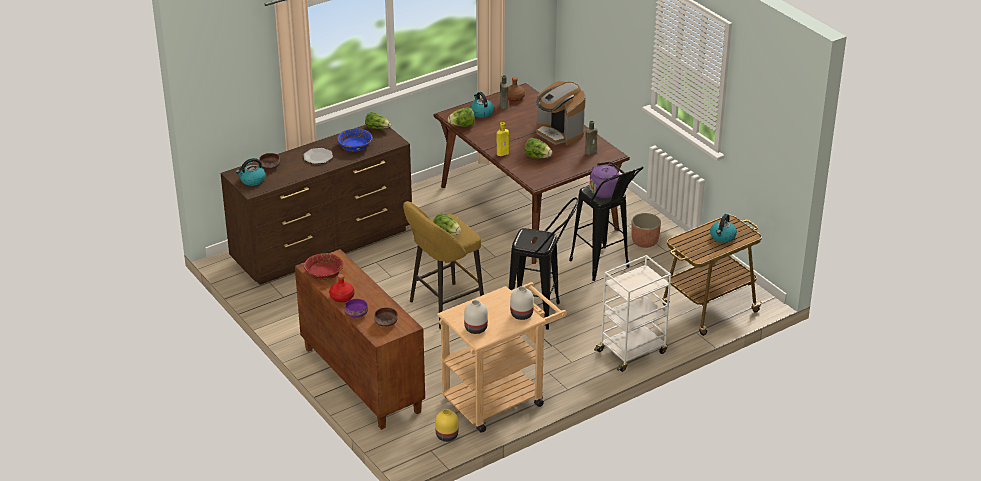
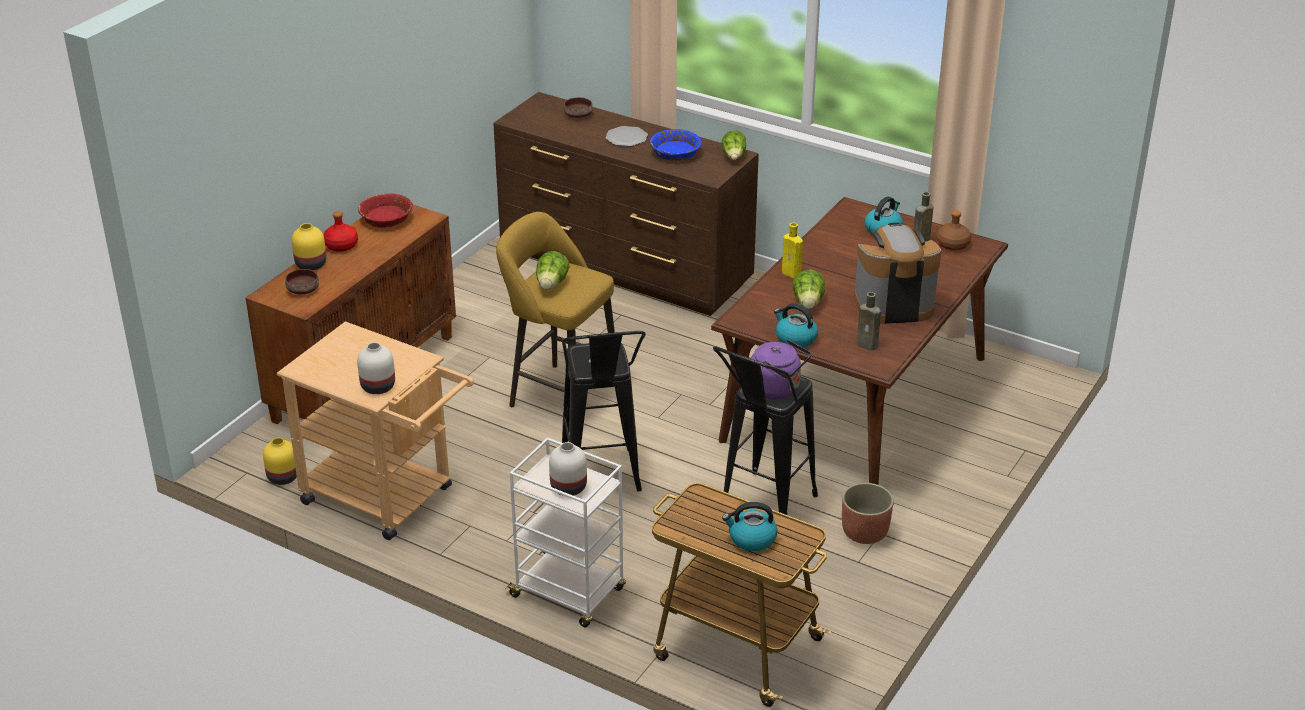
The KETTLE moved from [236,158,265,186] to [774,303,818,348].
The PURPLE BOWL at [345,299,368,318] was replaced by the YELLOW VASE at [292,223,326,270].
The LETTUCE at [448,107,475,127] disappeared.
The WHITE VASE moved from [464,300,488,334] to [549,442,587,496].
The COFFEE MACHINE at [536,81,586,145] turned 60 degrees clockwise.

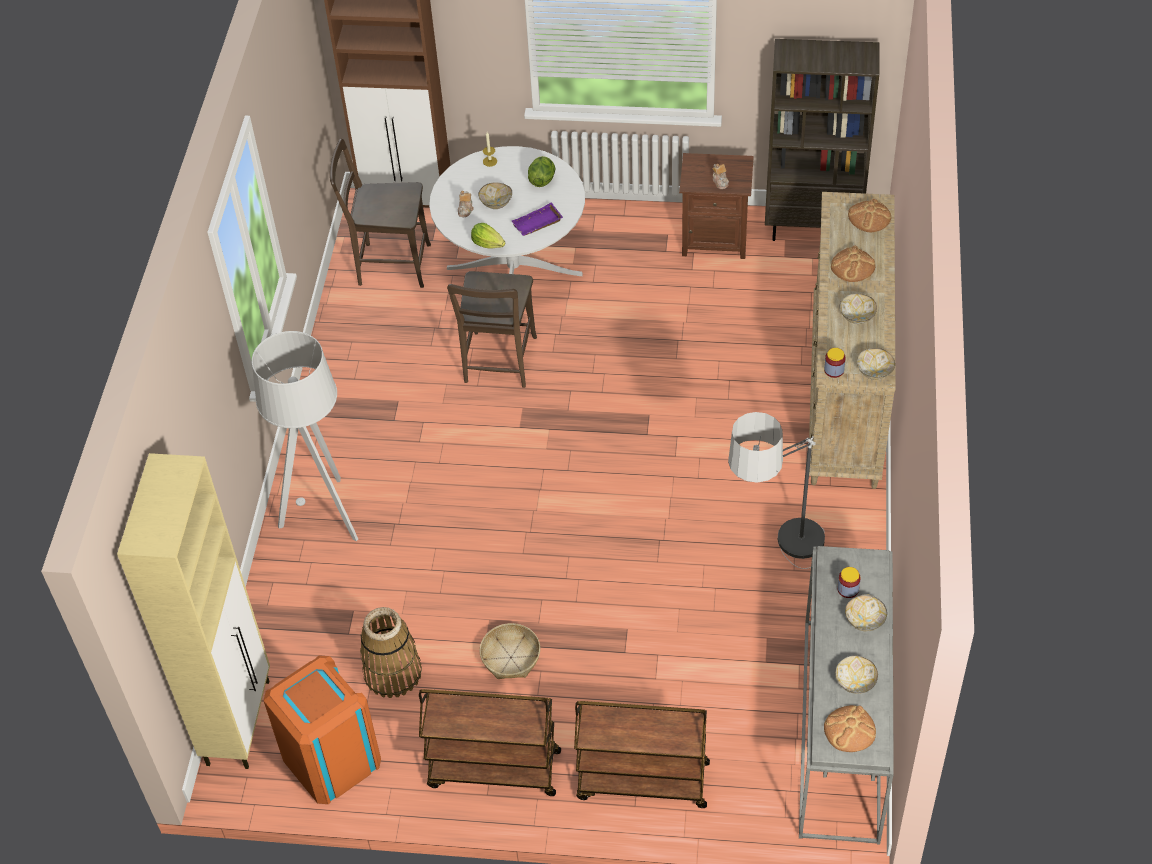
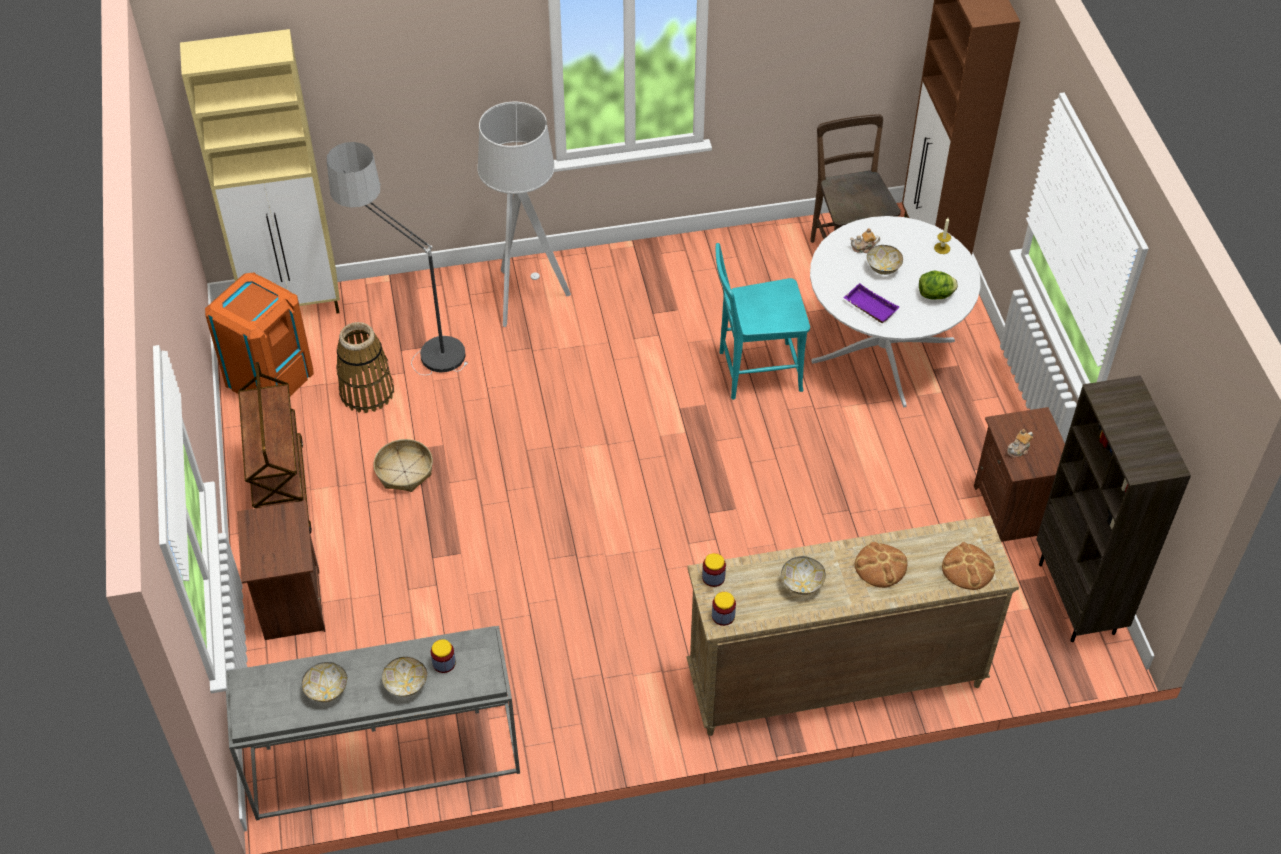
The BROWN CHAIR at [447,271,537,388] became the TURQUOISE CHAIR at [716,243,810,400].
The LETTUCE at [471,223,505,248] disappeared.
The BROWN CART at [574,701,710,808] was replaced by the BROWN NIGHTSTAND at [237,500,325,640].
The FLOOR LAMP moved from [728,412,825,569] to [327,142,468,375].
The BREAD at [824,705,876,752] disappeared.
The BOWL at [857,348,895,380] was replaced by the JAR at [712,592,736,626].

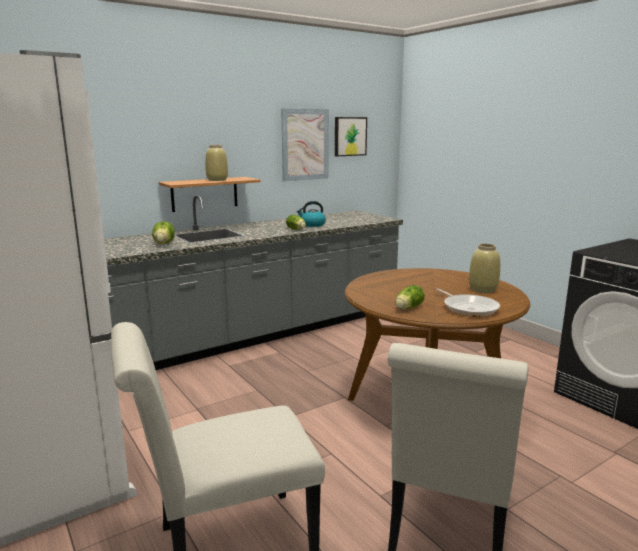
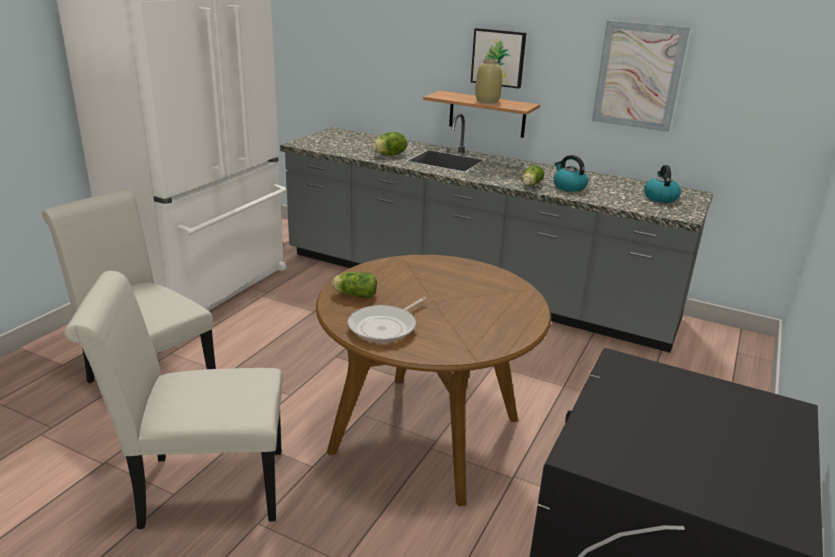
The PICTURE moved from [335,117,367,156] to [471,28,526,89].
The BEIGE VASE at [469,244,500,293] disappeared.
The KETTLE at [644,165,681,203] appeared.

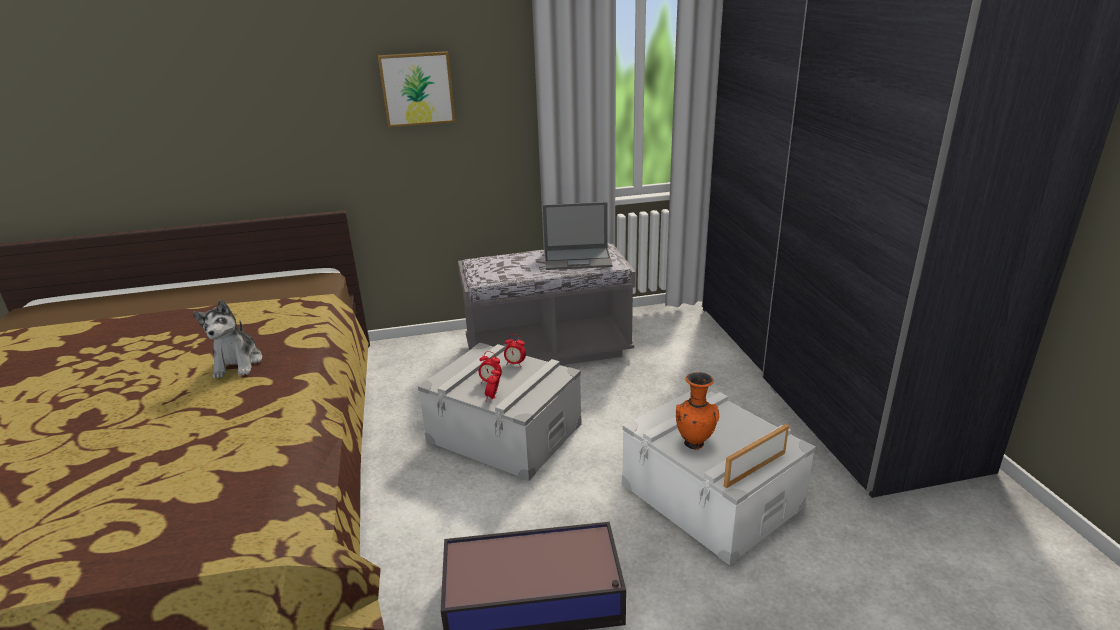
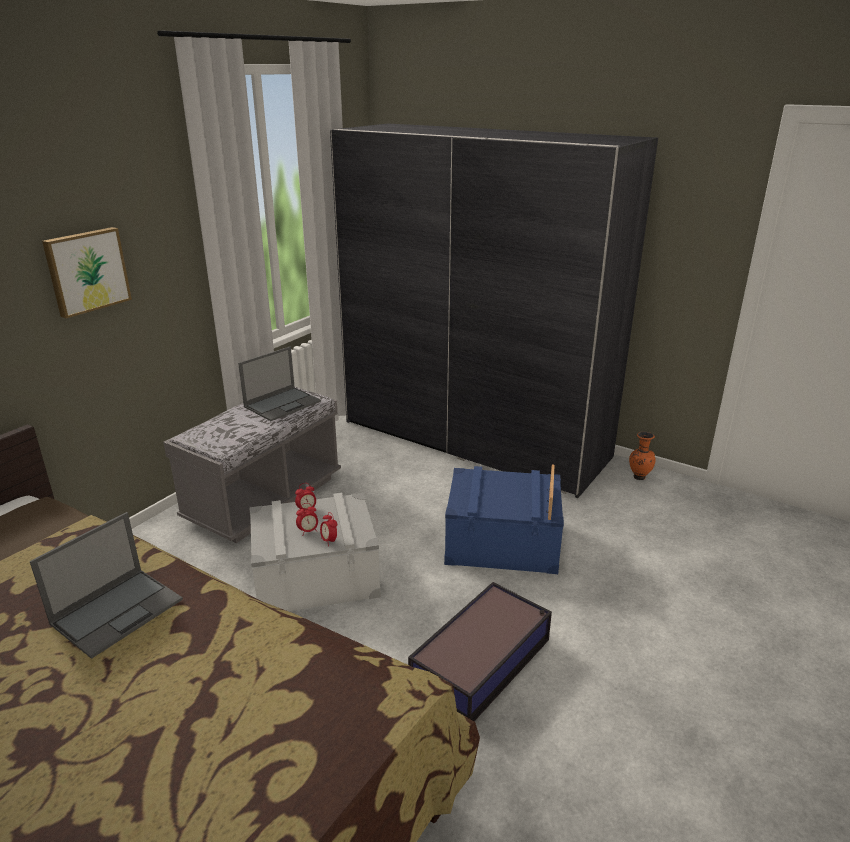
The PLUSH TOY at [193,299,262,378] was replaced by the LAPTOP at [30,512,183,659].
The WHITE STORAGE BOX at [622,390,816,566] became the BLUE STORAGE BOX at [444,466,564,574].
The ORANGE VASE moved from [676,372,719,450] to [629,432,656,480].

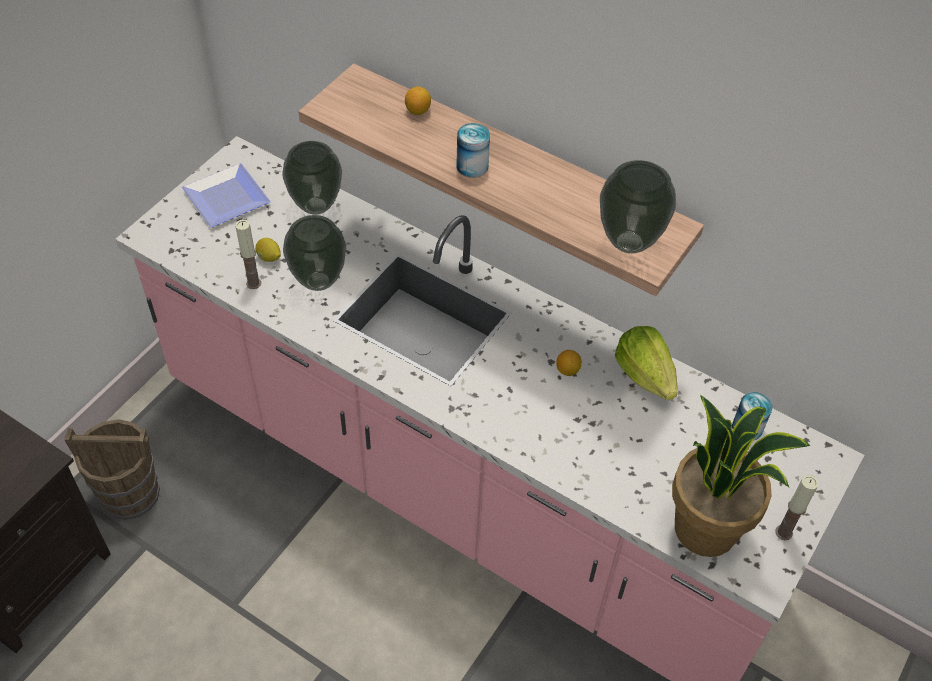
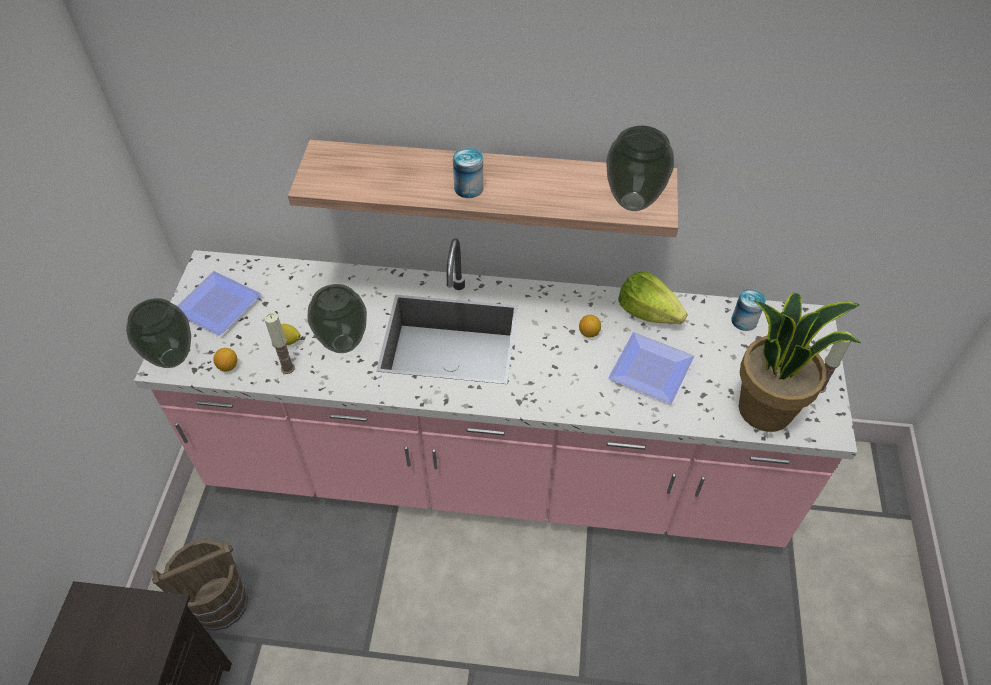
The VASE moved from [282,141,342,215] to [126,298,191,368].
The LEMON moved from [405,86,431,115] to [213,348,237,372].
The PLATE at [608,332,694,404] appeared.

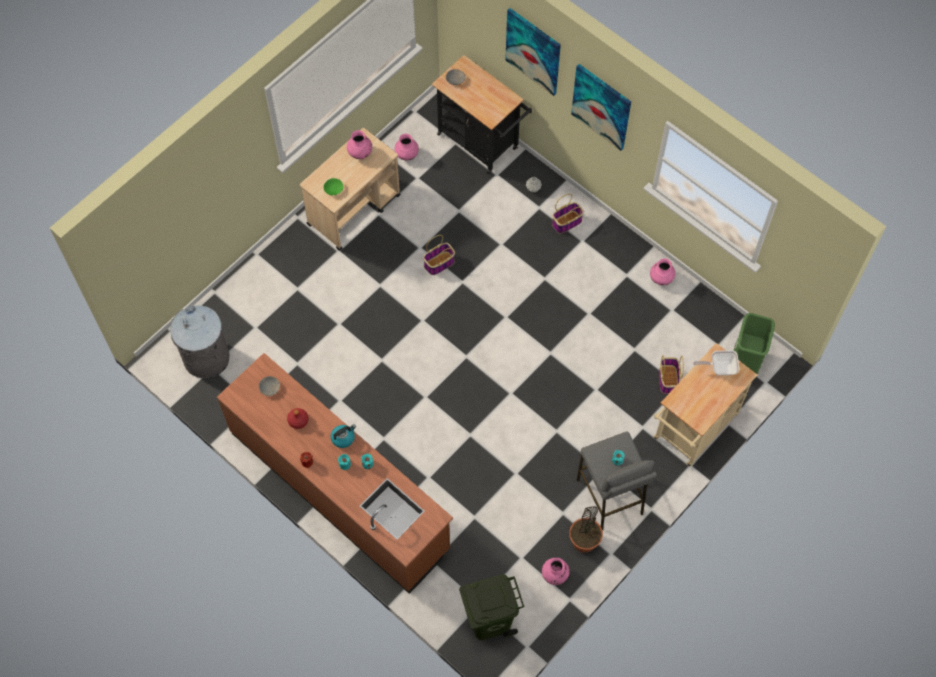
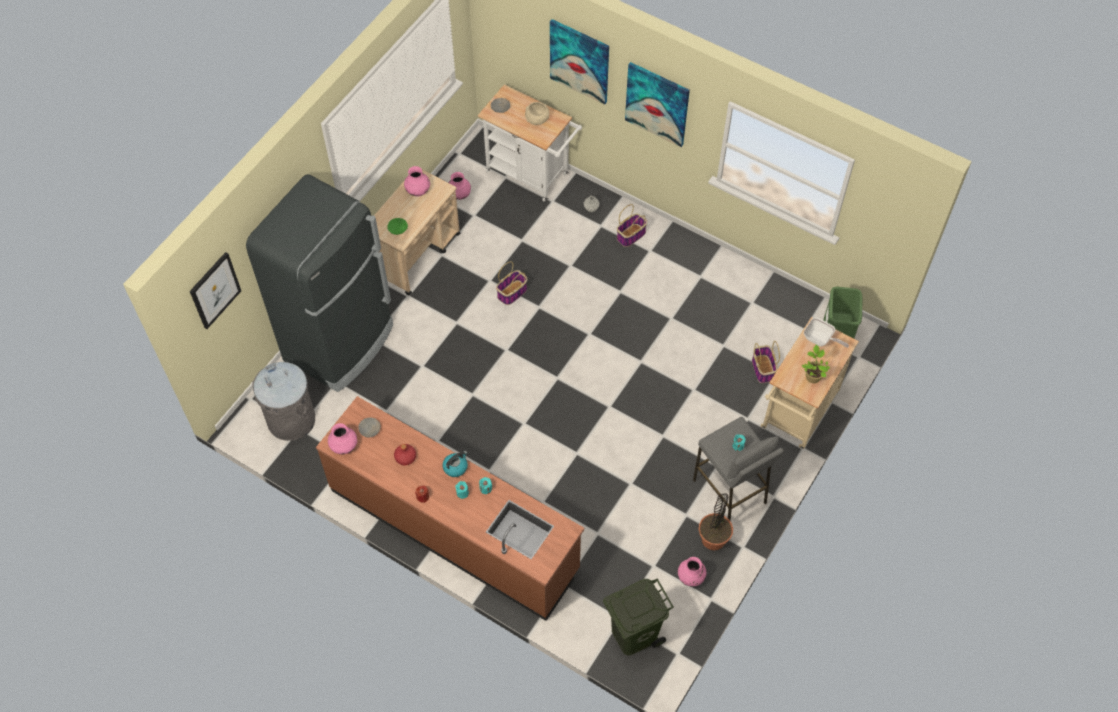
The BLACK CART at [432,55,532,174] became the WHITE CART at [478,84,582,202].
The PINK VASE moved from [650,258,675,285] to [328,423,357,454].
The FRYING PAN at [693,350,739,375] turned 135 degrees counterclockwise.
The PICTURE at [190,252,241,329] appeared.
The BLACK FRIDGE at [246,174,393,392] appeared.
The BEIGE BOWL at [525,102,549,125] appeared.
The POTTED PLANT at [801,345,830,383] appeared.

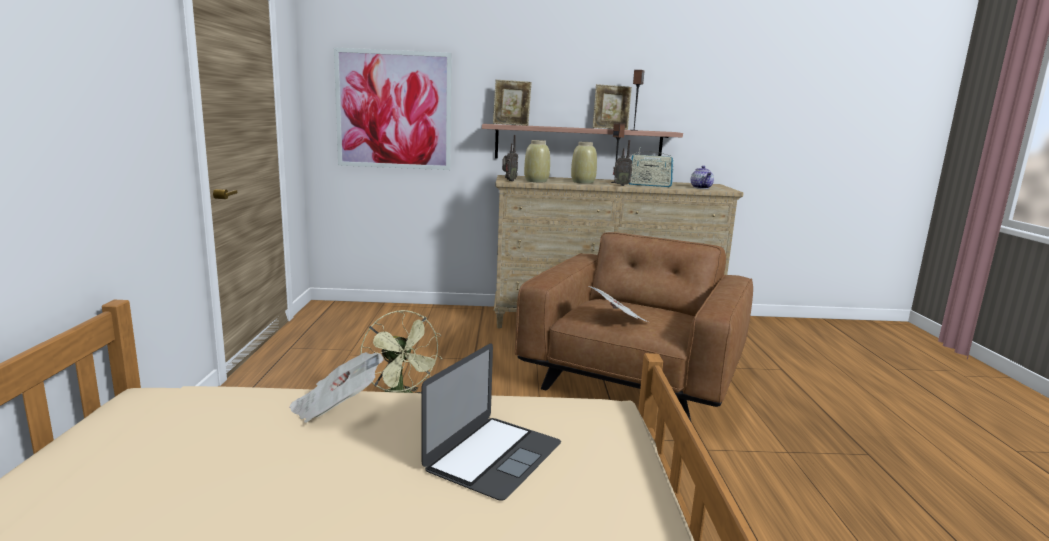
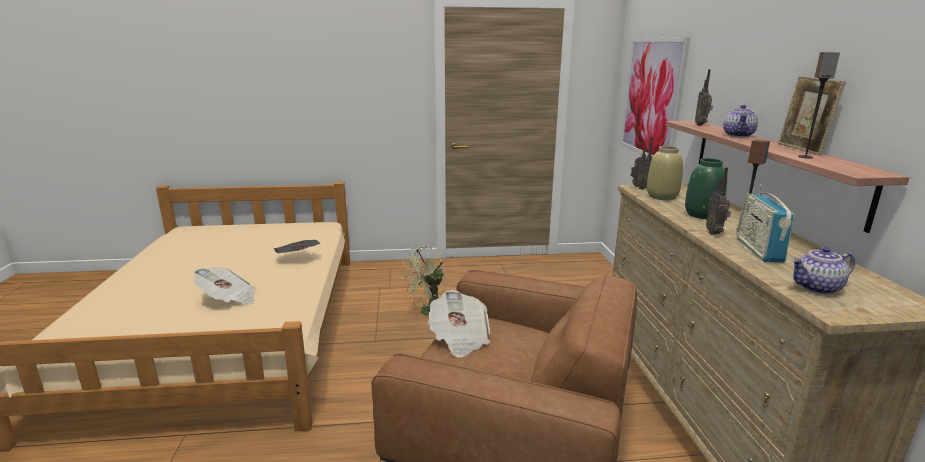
The LAPTOP at [421,343,561,501] was replaced by the NEWSPAPER at [194,267,255,304].
The PICTURE FRAME at [493,80,531,126] was replaced by the RADIO at [695,69,713,126].
The BEIGE VASE at [571,142,597,184] became the GREEN VASE at [685,158,727,219].
The TEAPOT at [723,105,758,137] appeared.

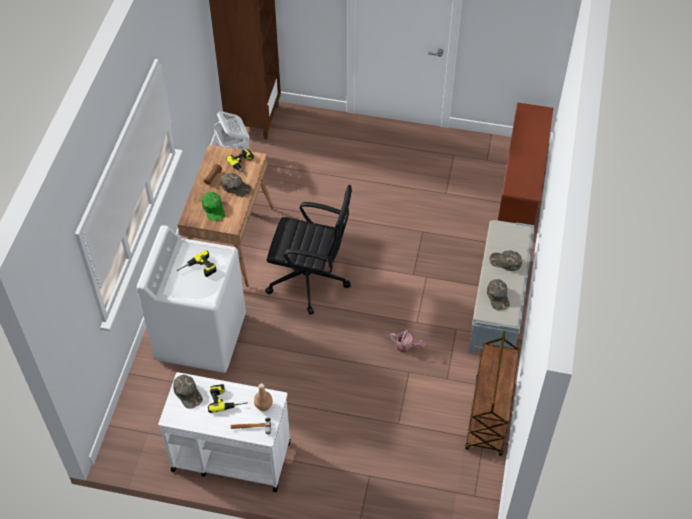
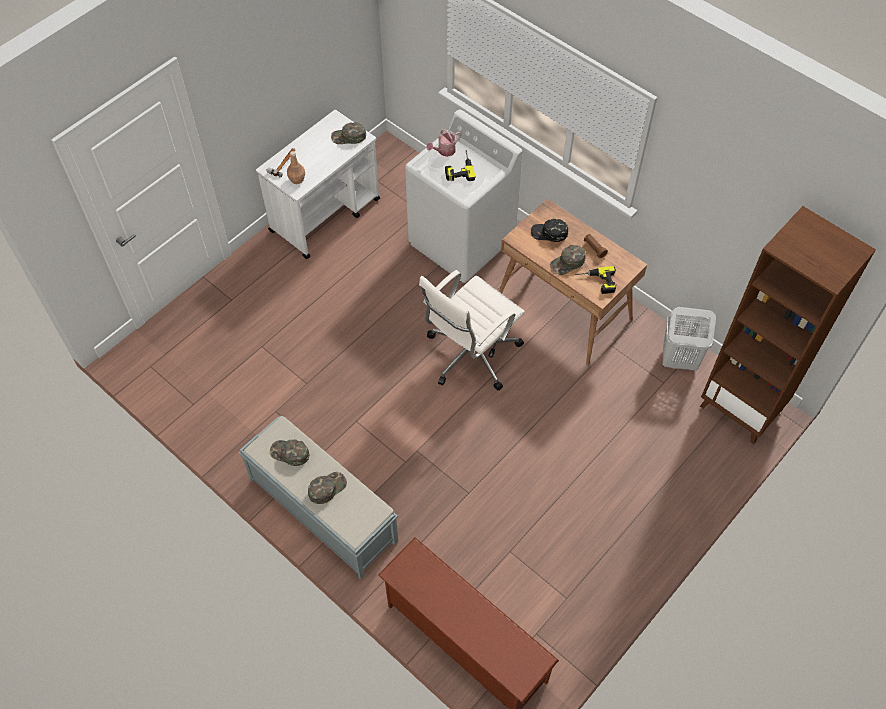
The GREEN CAP at [202,192,225,221] became the BLACK CAP at [531,219,568,242].
The POWER DRILL at [208,384,247,413] disappeared.
The BLACK OFFICE CHAIR at [265,185,352,315] became the WHITE OFFICE CHAIR at [419,270,525,391].
The WATERING CAN moved from [390,330,425,353] to [426,129,461,157].
The BROWN CART at [465,331,519,456] disappeared.

